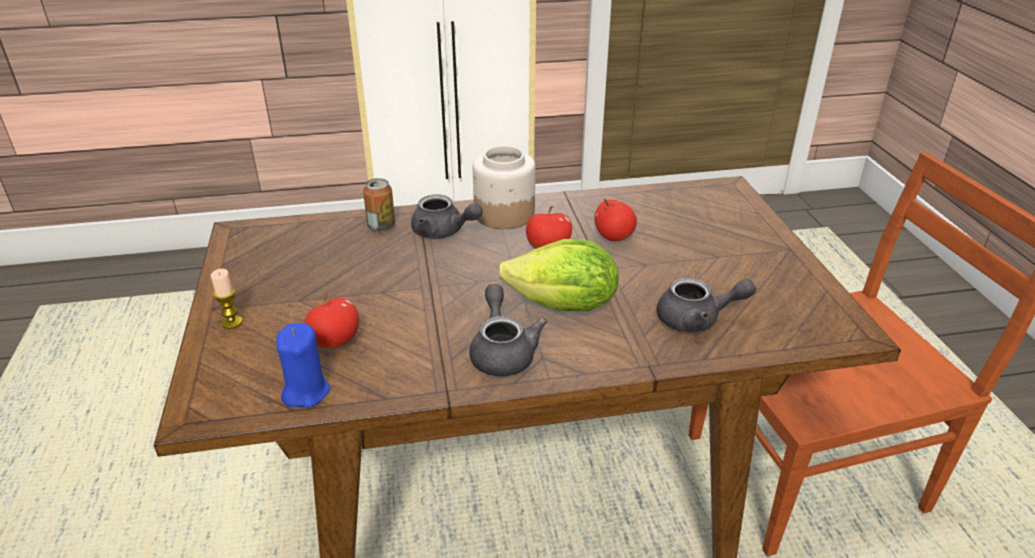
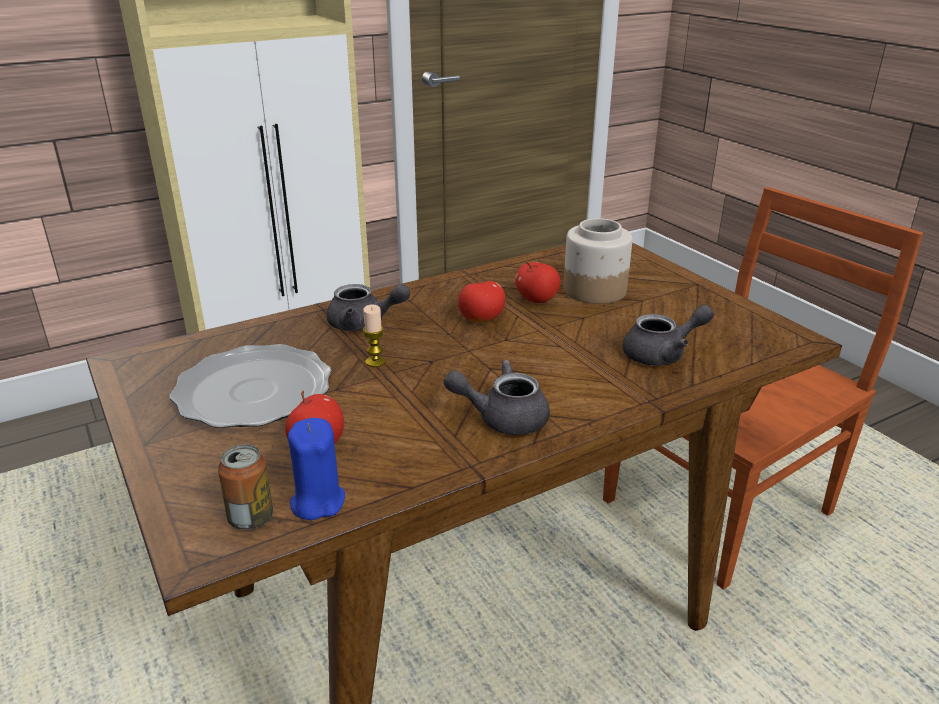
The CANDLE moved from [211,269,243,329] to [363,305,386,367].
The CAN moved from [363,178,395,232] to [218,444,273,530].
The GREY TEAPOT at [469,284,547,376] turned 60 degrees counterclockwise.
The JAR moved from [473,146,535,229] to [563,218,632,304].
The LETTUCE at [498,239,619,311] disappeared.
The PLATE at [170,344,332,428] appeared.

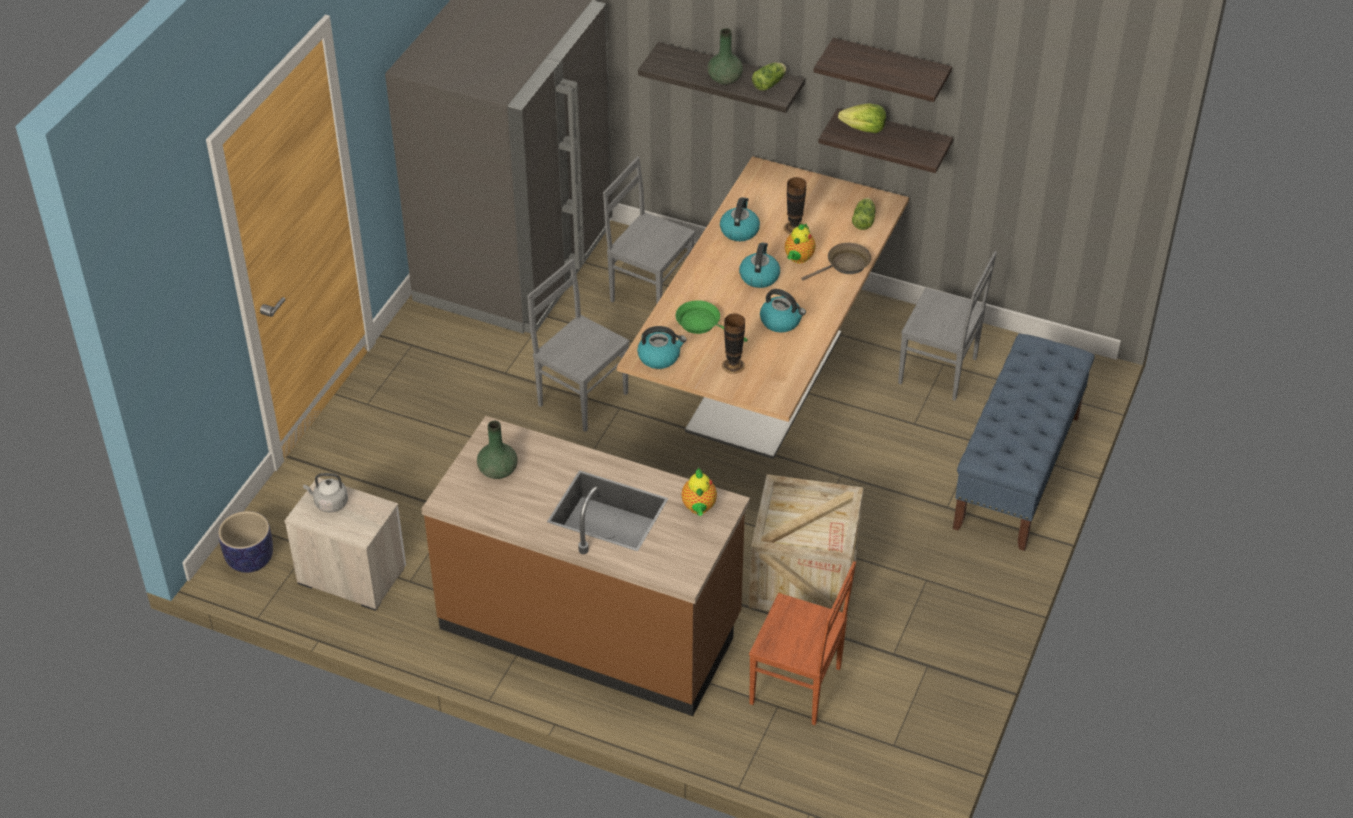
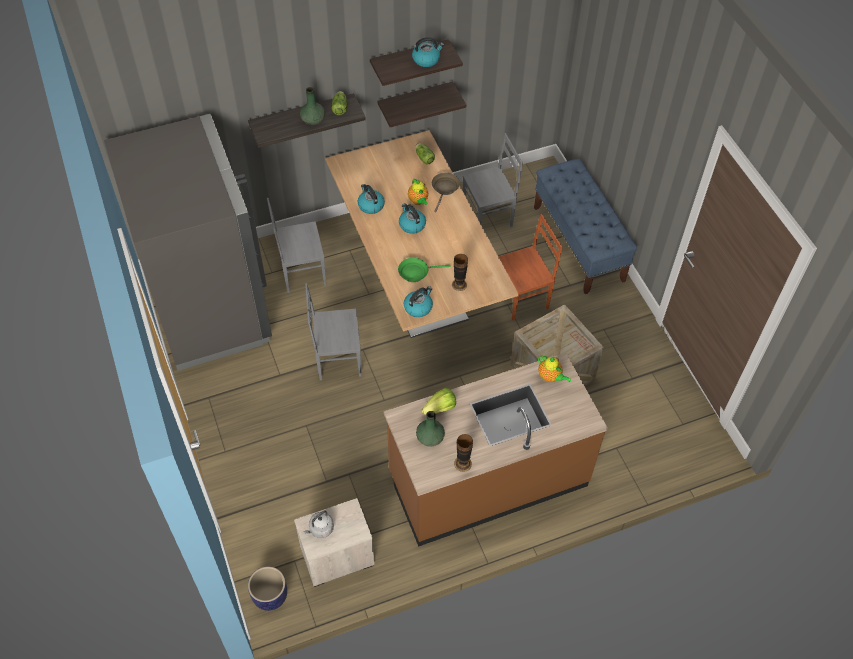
The BROWN CHAIR moved from [749,561,856,725] to [499,214,563,320].
The KETTLE moved from [760,289,806,333] to [412,37,444,67].
The VASE moved from [784,177,807,234] to [454,434,473,472].
The LETTUCE moved from [838,103,886,133] to [422,388,456,415].

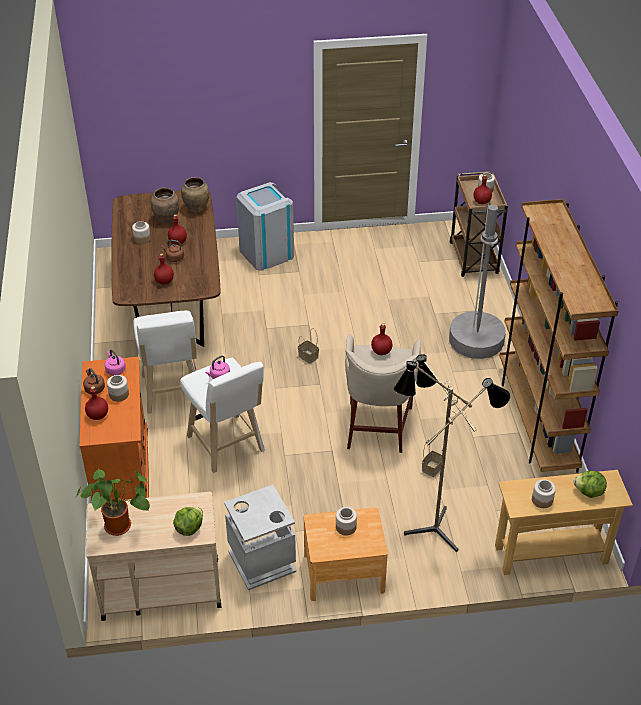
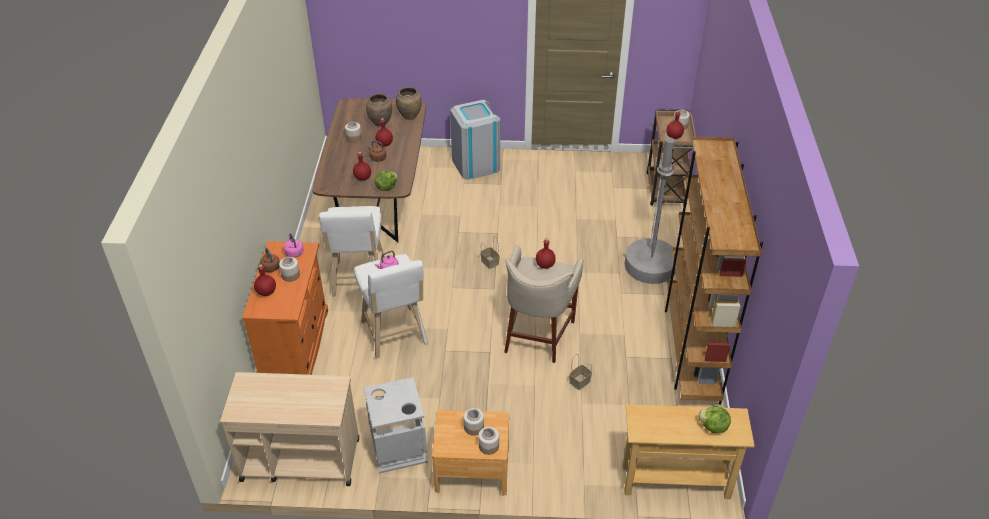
The POTTED PLANT at [76,469,150,536] disappeared.
The LETTUCE moved from [173,507,203,536] to [375,171,398,191].
The FLOOR LAMP at [394,354,510,552] disappeared.
The JAR moved from [532,479,556,508] to [479,427,499,455].

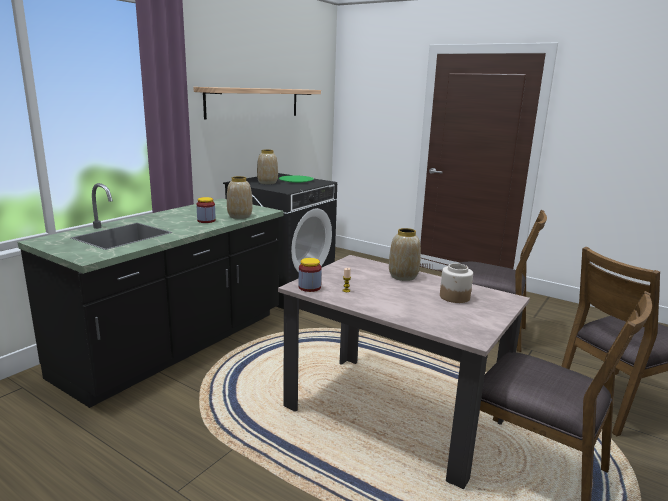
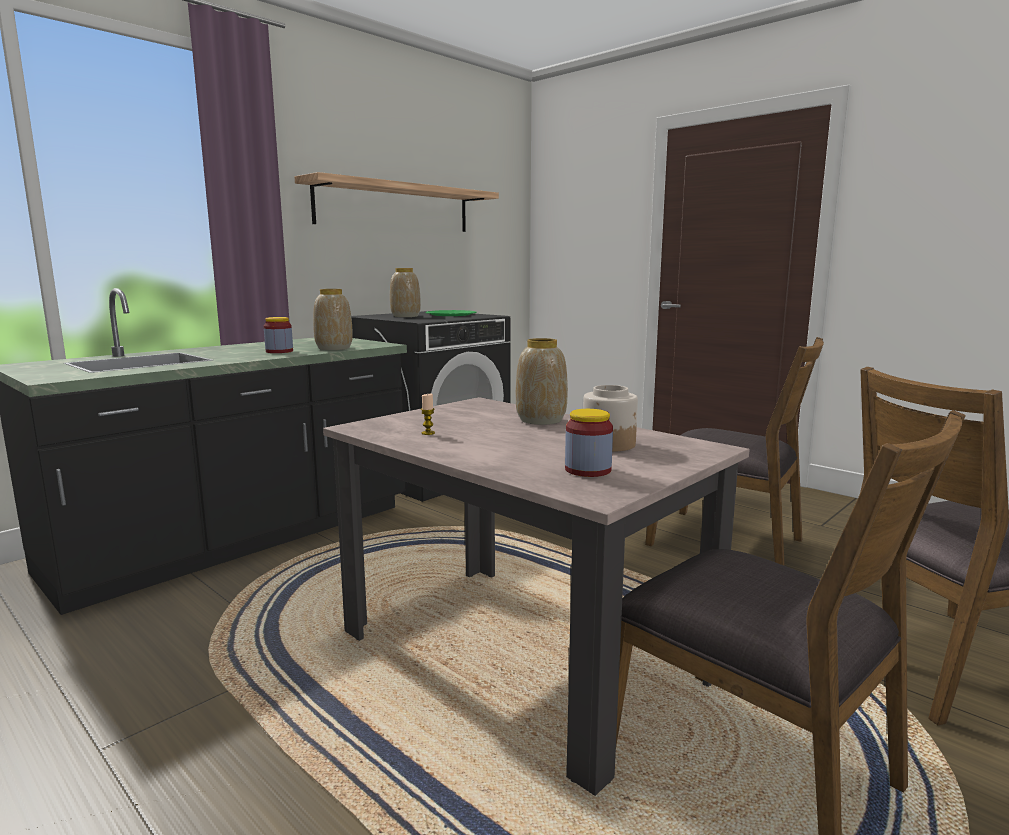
The JAR moved from [299,258,322,292] to [565,409,613,477].

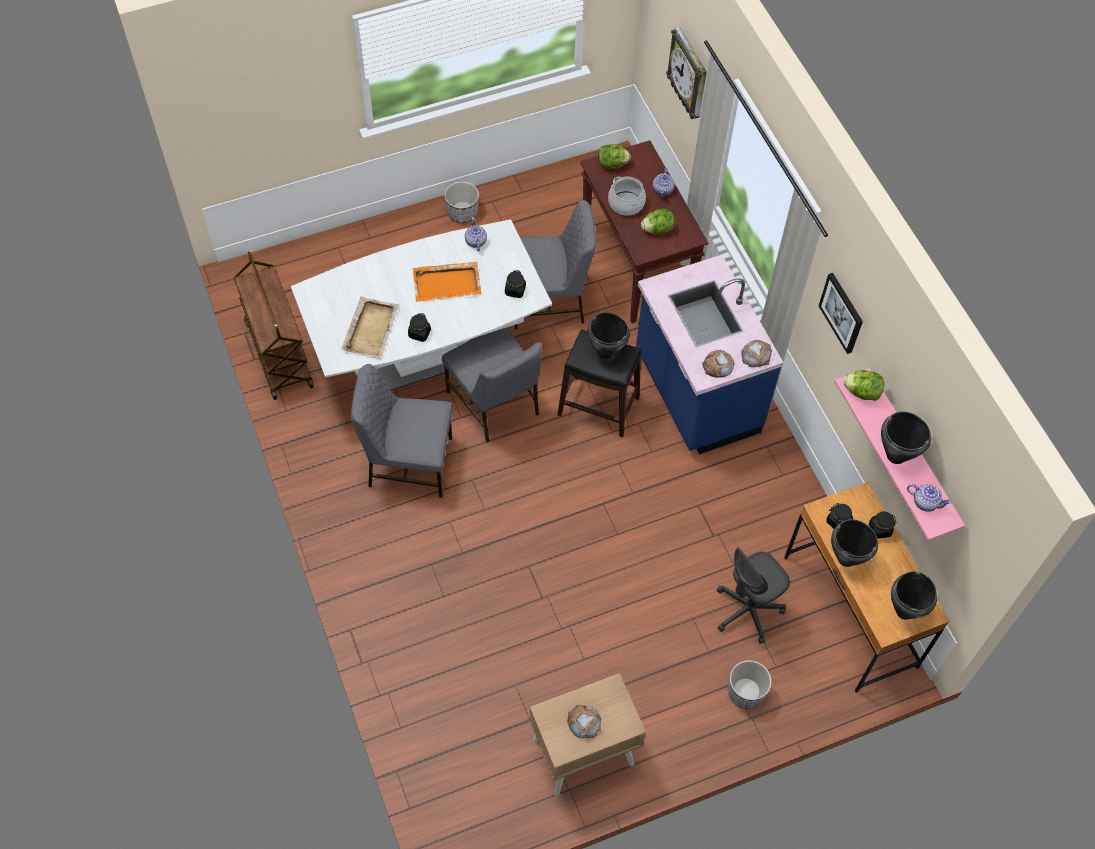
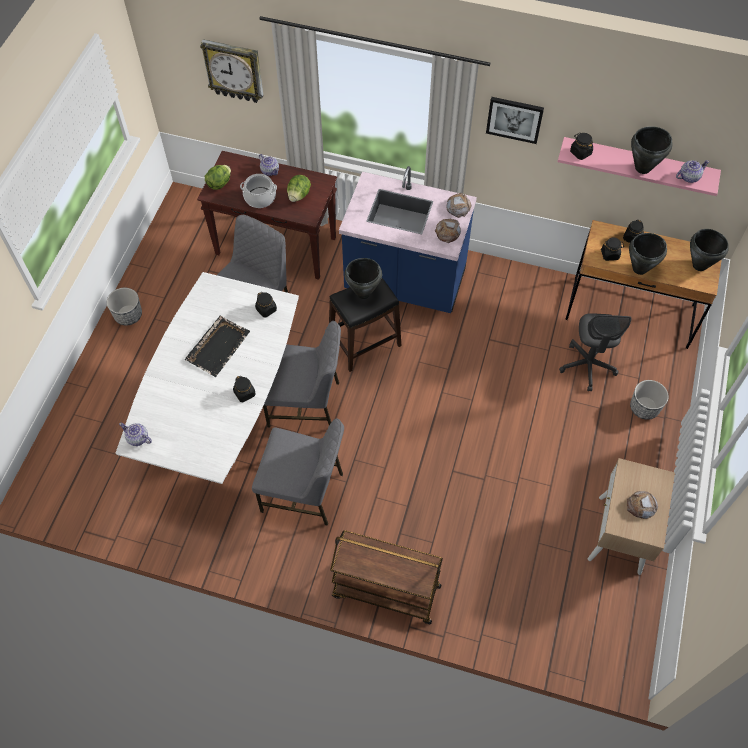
The BROWN CART moved from [233,252,313,400] to [330,530,443,624].
The BEIGE TRAY at [341,297,399,360] disappeared.
The GREY CHAIR at [351,364,453,498] turned 120 degrees counterclockwise.
The ORANGE TRAY at [413,262,482,302] became the BLACK TRAY at [185,316,250,377].
The TEAPOT moved from [465,217,487,251] to [119,423,152,446].
The LETTUCE at [844,370,884,401] was replaced by the BLACK JAR at [570,133,593,160].

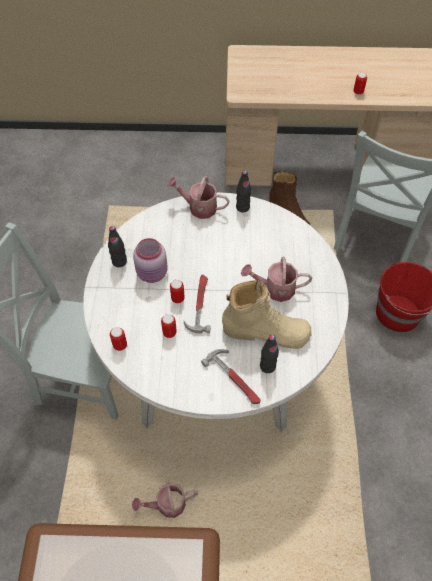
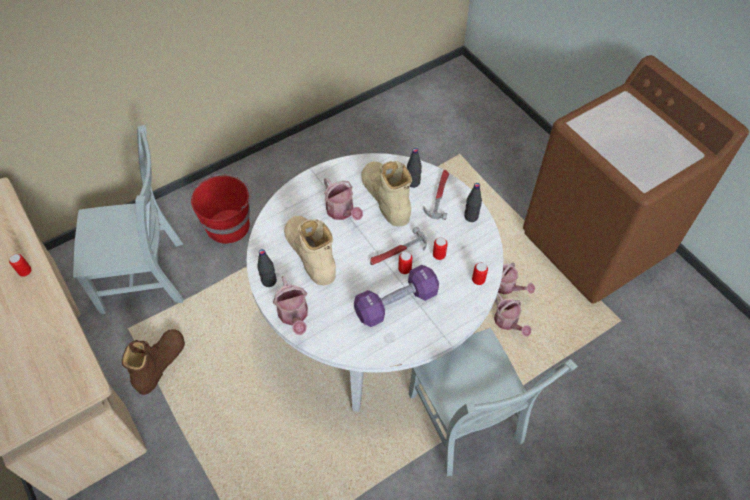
The BLACK BOTTLE moved from [108,226,127,267] to [464,183,482,222].
The PINK JAR at [133,238,168,283] was replaced by the PURPLE DUMBBELL at [354,265,439,327].
The BEIGE BOOT at [284,216,336,286] appeared.
The WATERING CAN at [494,293,532,337] appeared.

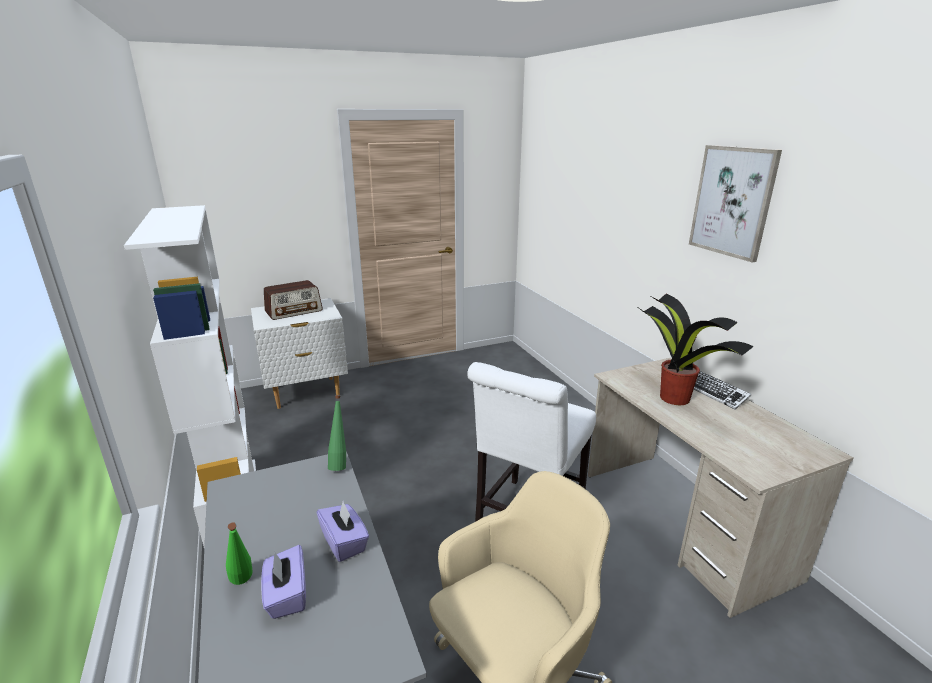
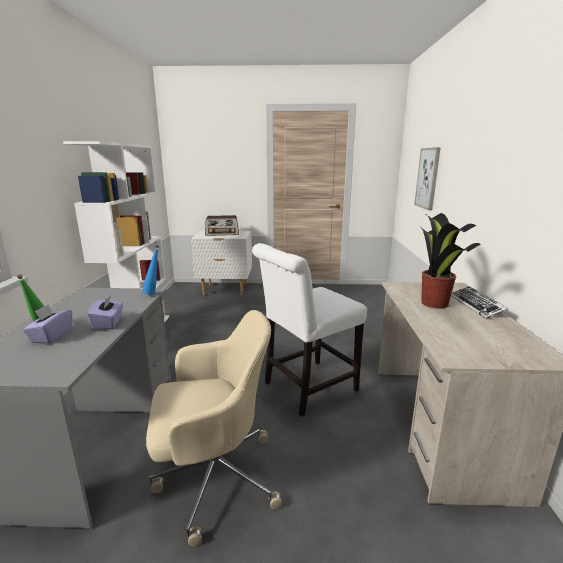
The GREEN BOTTLE at [328,395,346,471] became the BLUE BOTTLE at [142,245,159,295].
The PICTURE moved from [689,145,782,263] to [414,147,441,211].

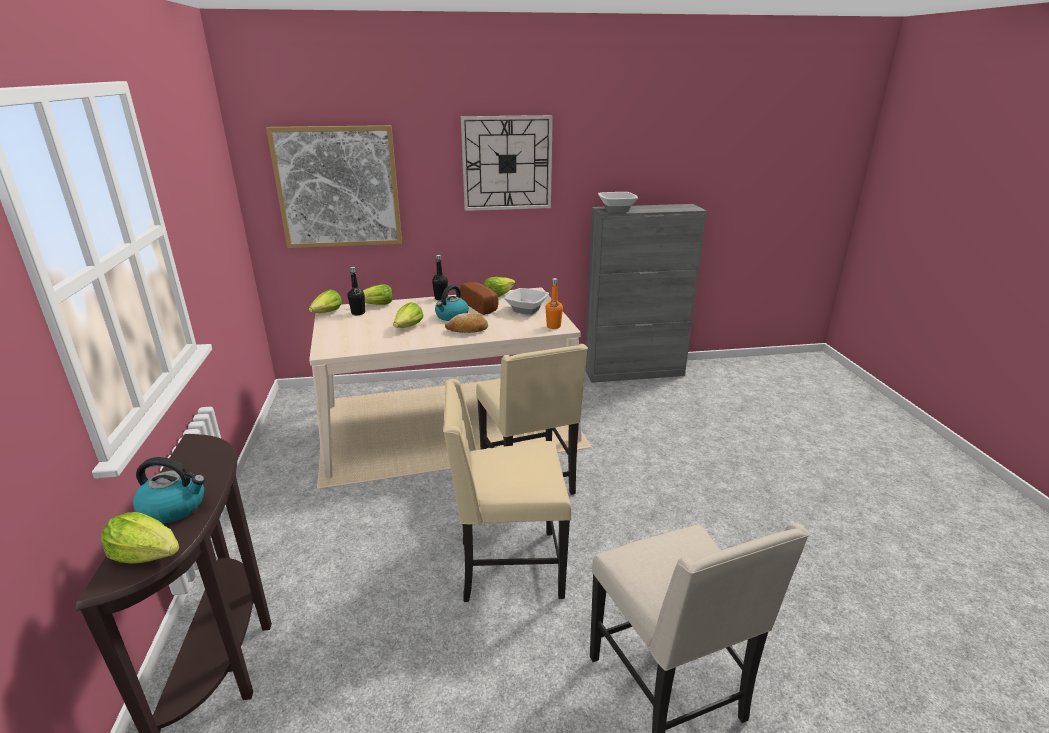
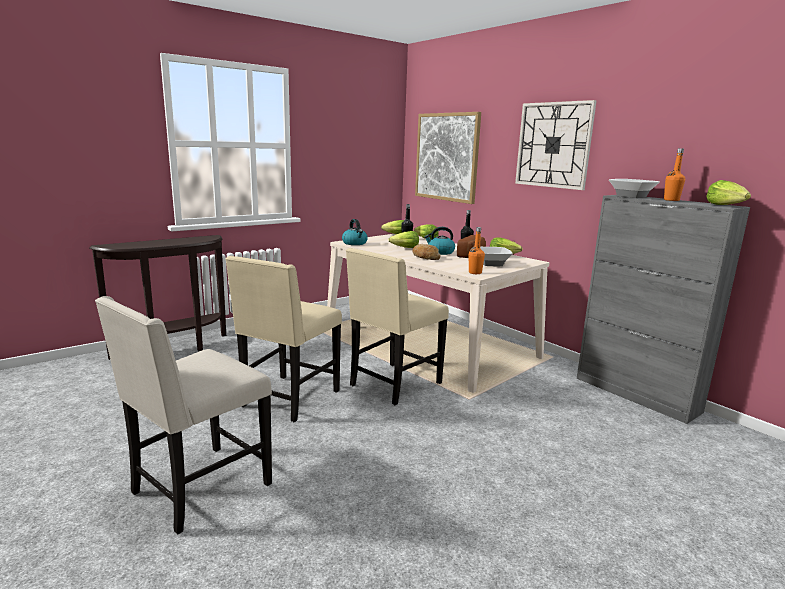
The LETTUCE moved from [101,512,179,564] to [706,180,751,205].
The KETTLE moved from [133,457,205,523] to [342,219,368,245].
The BEIGE CHAIR at [443,379,571,602] turned 120 degrees counterclockwise.
The ORANGE BOTTLE at [664,148,685,201] appeared.

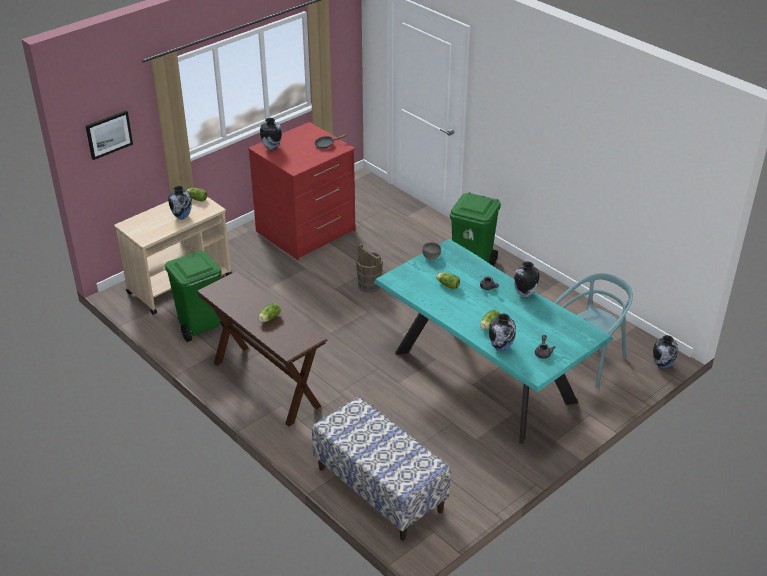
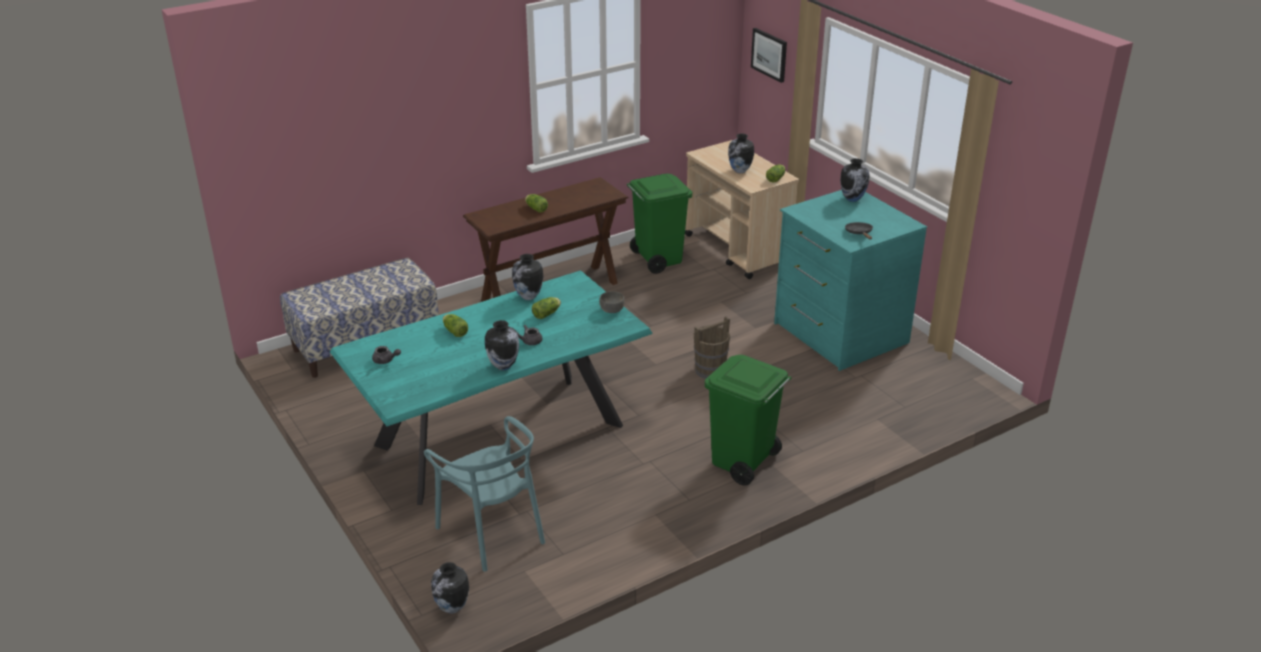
The RED DRESSER at [248,122,355,260] became the TURQUOISE DRESSER at [774,190,927,371].
The VASE moved from [489,314,516,351] to [512,254,543,300].

